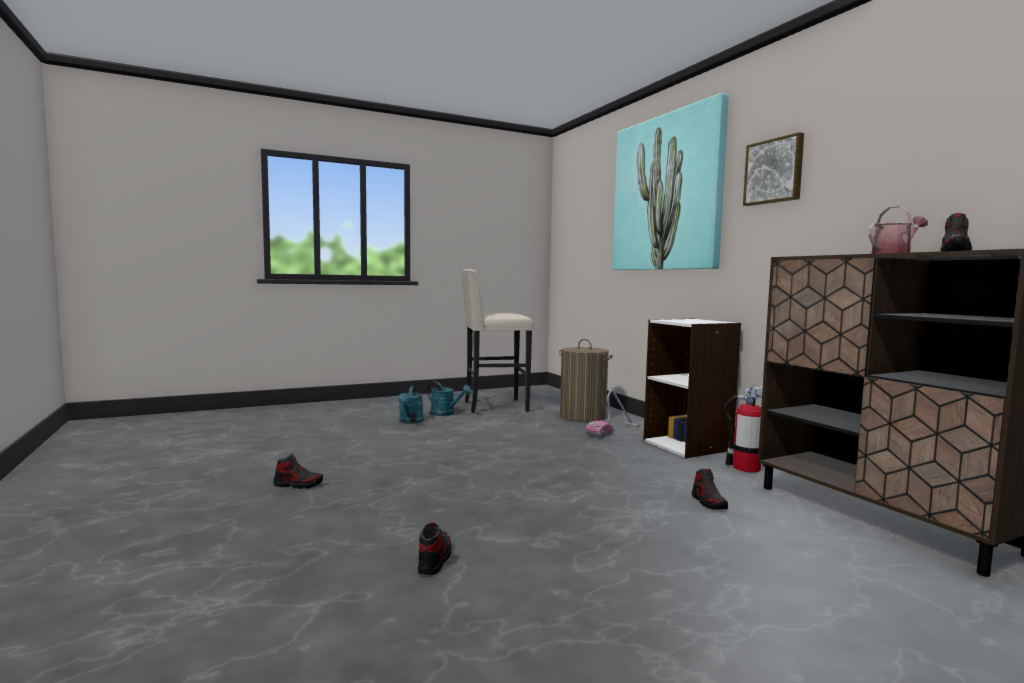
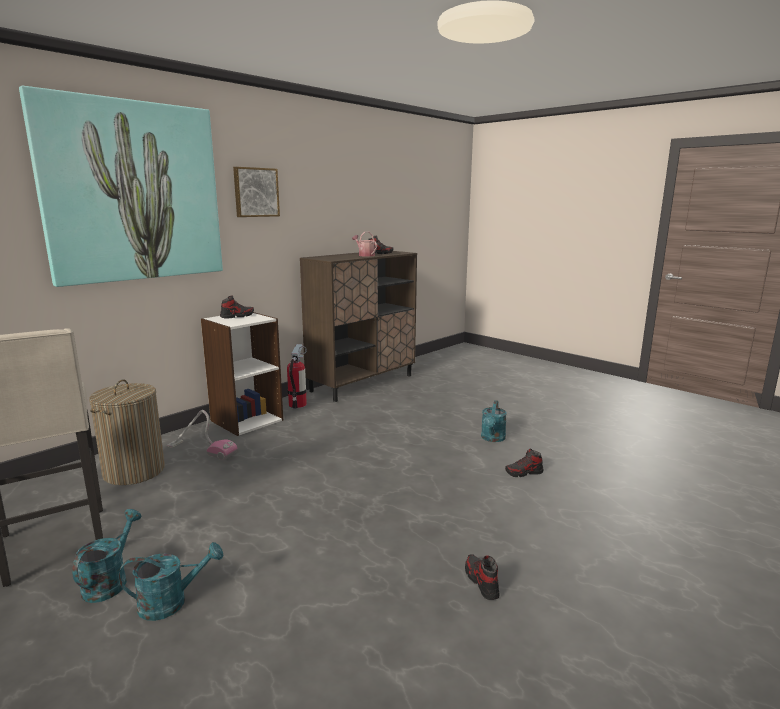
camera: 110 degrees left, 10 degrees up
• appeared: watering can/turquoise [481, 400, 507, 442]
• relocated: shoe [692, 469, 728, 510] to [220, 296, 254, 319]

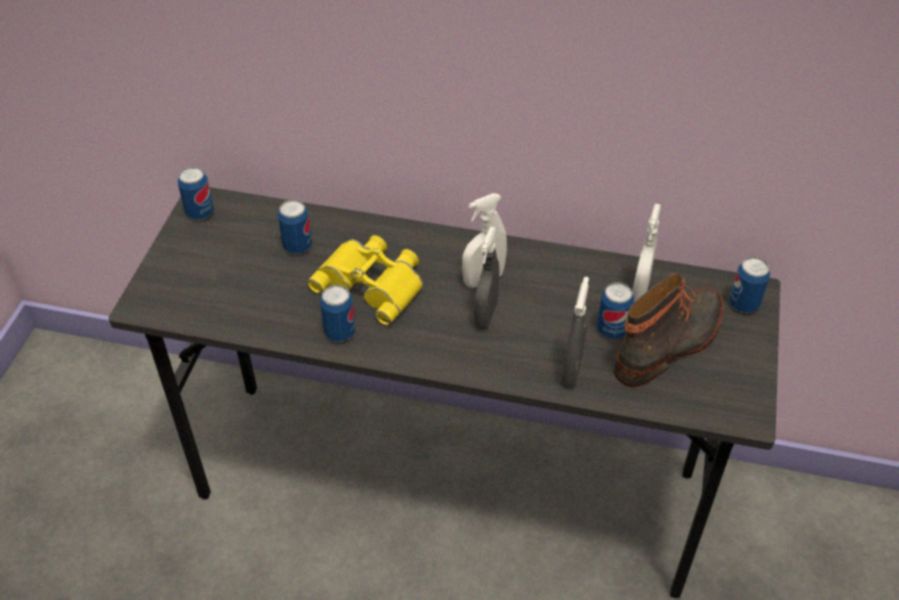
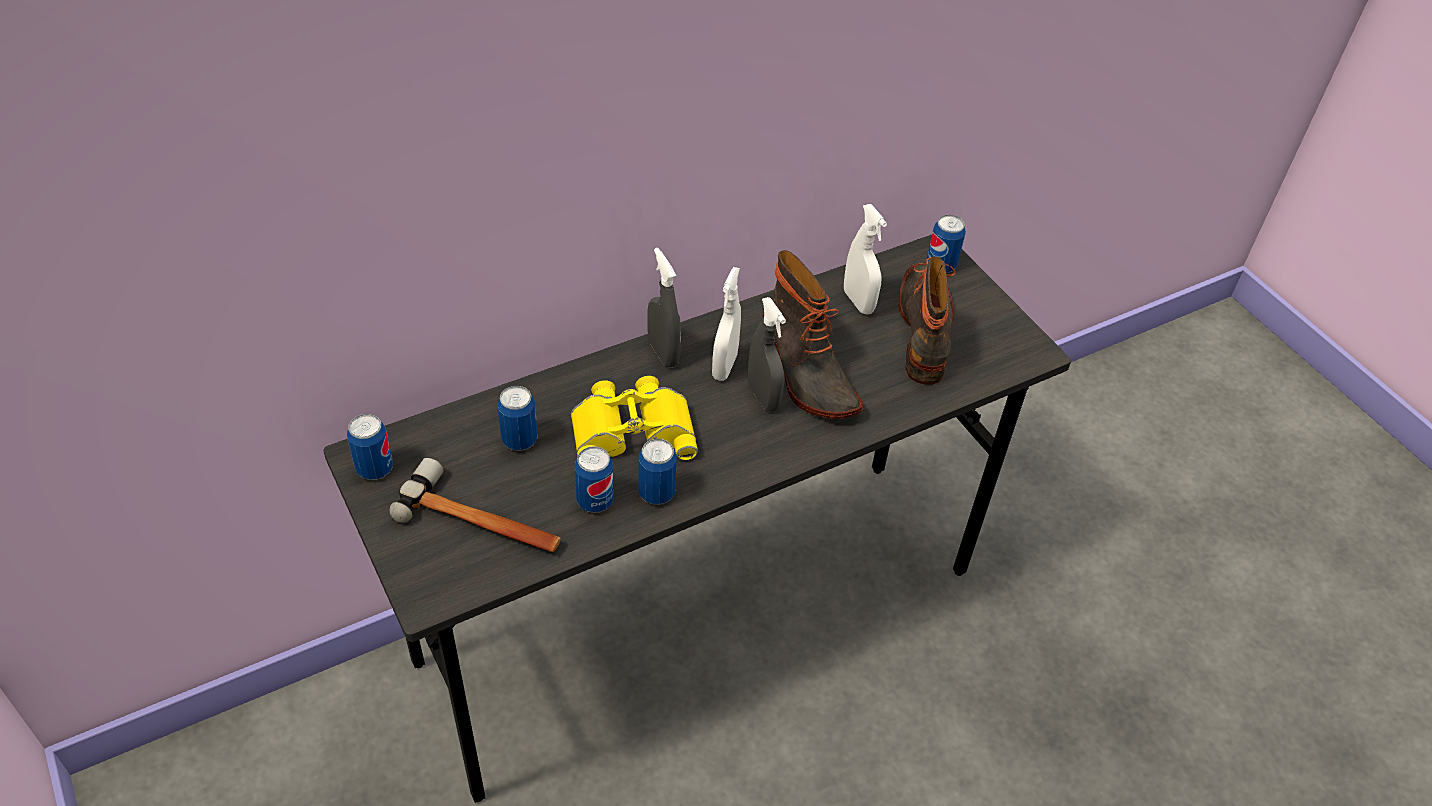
camera: 45 degrees left, 0 degrees up
• appeared: hammer [389, 458, 561, 552]
• appeared: boot [762, 250, 863, 419]
• relocated: spray bottle/grey [561, 277, 589, 389] to [648, 248, 681, 368]
• relocated: can [597, 282, 634, 339] to [575, 446, 614, 513]

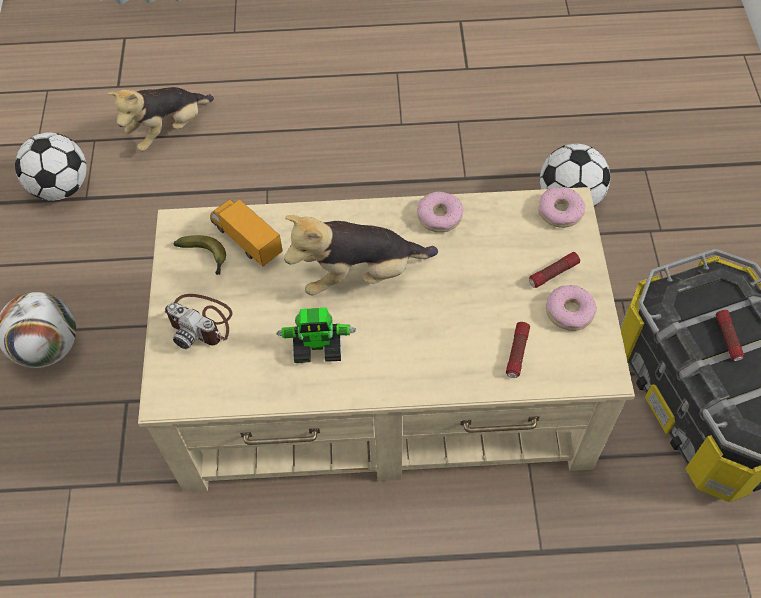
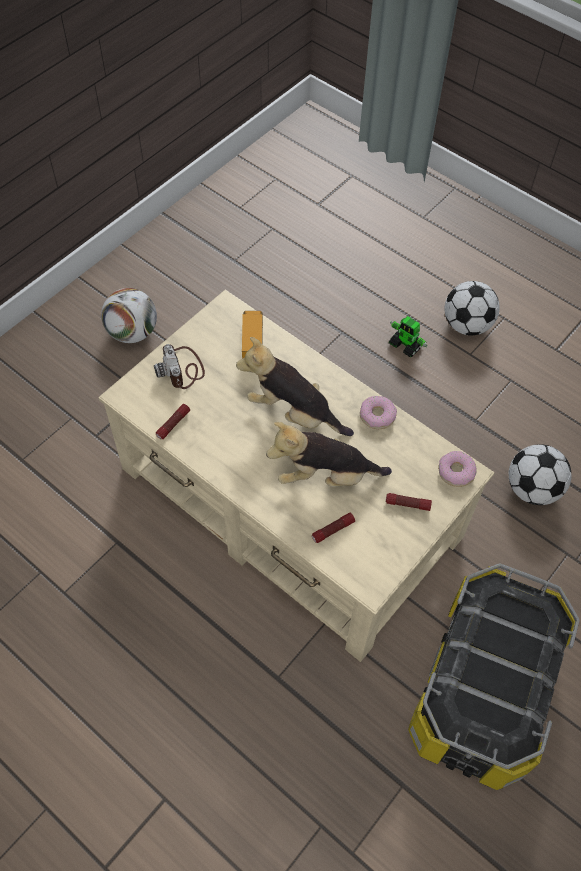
camera: 40 degrees right, 0 degrees up
• missing: banana [173, 235, 226, 275]
• missing: donut [546, 285, 597, 331]
• relocated: football [15, 132, 87, 201] to [445, 281, 500, 335]
• relocated: plush toy [107, 87, 214, 152] to [266, 422, 392, 487]
• relocated: toy robot [276, 308, 356, 363] to [389, 316, 427, 358]
• relocated: flashlight [716, 310, 744, 361] to [156, 404, 190, 439]

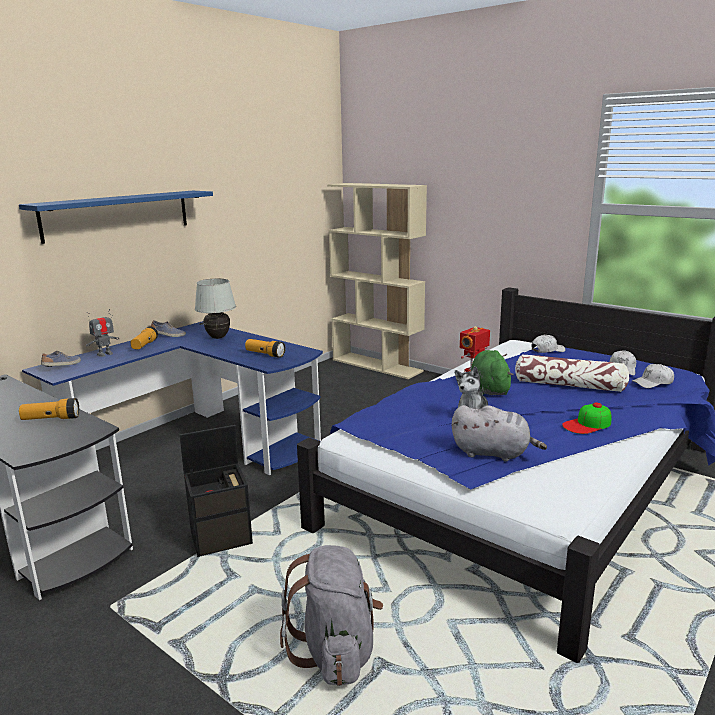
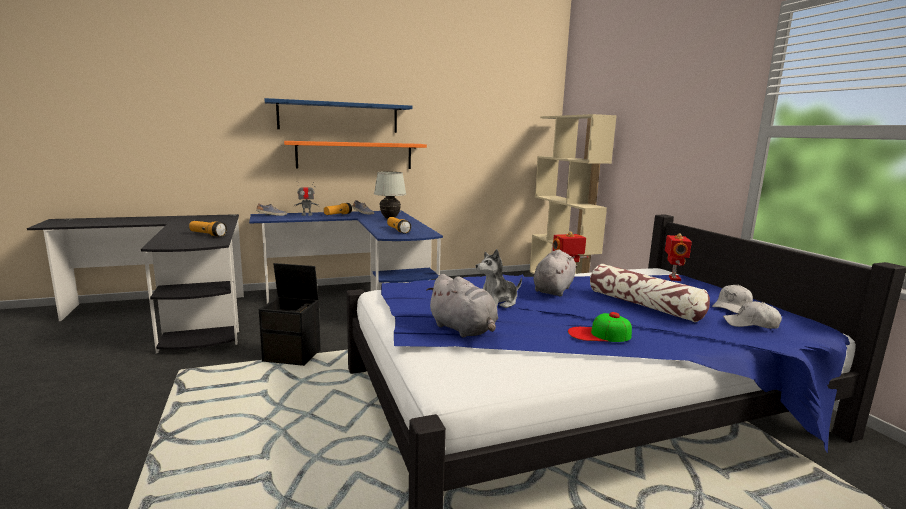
camera: 30 degrees right, 5 degrees down
• missing: backpack/grey [280, 545, 383, 686]
• appeared: shelf/orange [284, 141, 427, 169]
• exchanged: cap/white [532, 335, 565, 353] to toy robot [665, 233, 692, 281]
• colour: plush toy/green [471, 350, 514, 395] to plush toy/grey [533, 249, 577, 297]

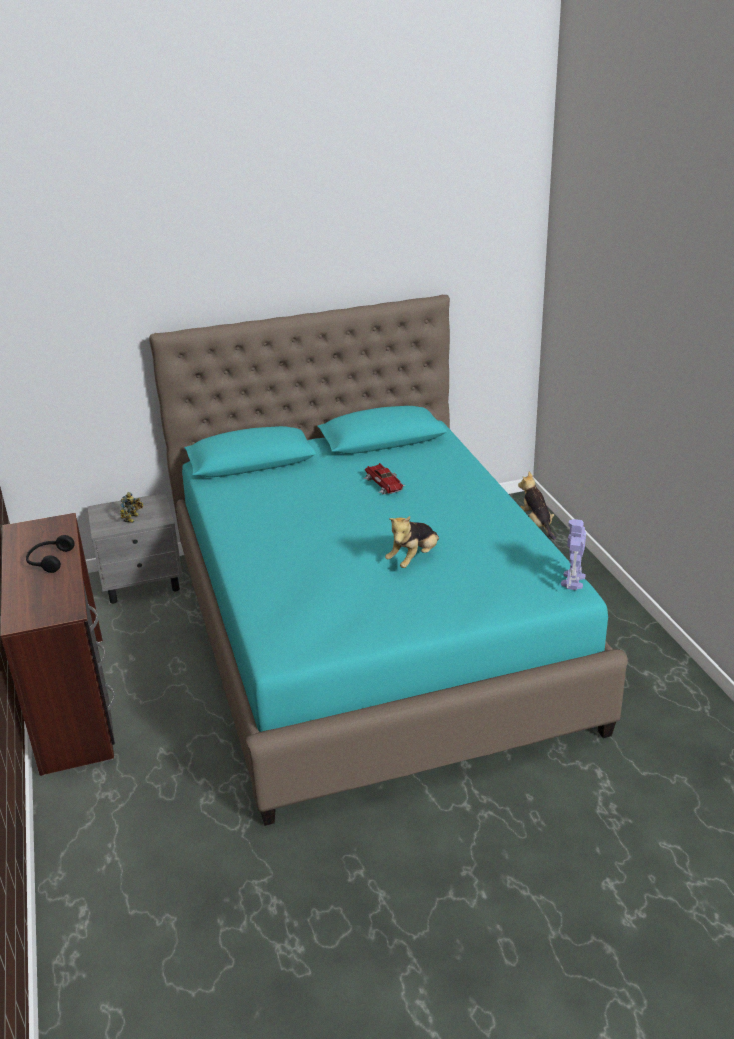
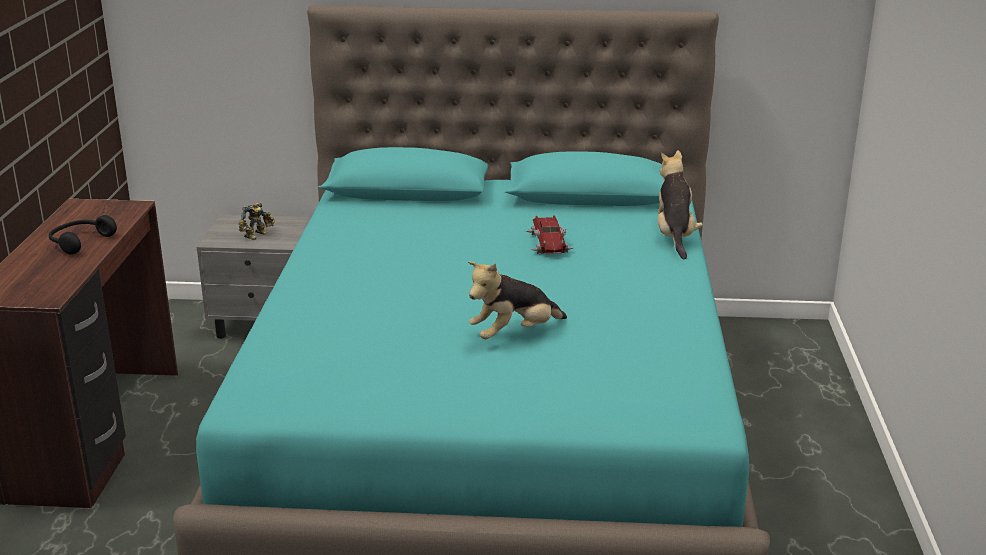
camera: 20 degrees right, 5 degrees down
• missing: toy robot [561, 519, 586, 590]
• relocated: plush toy [518, 472, 556, 540] to [657, 150, 703, 259]

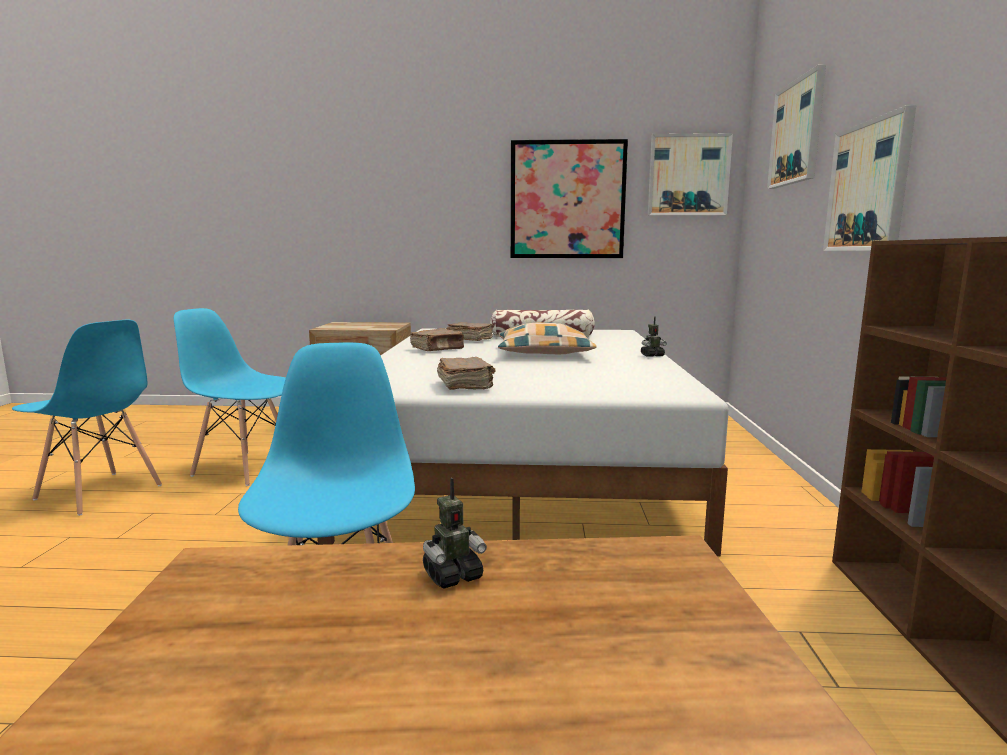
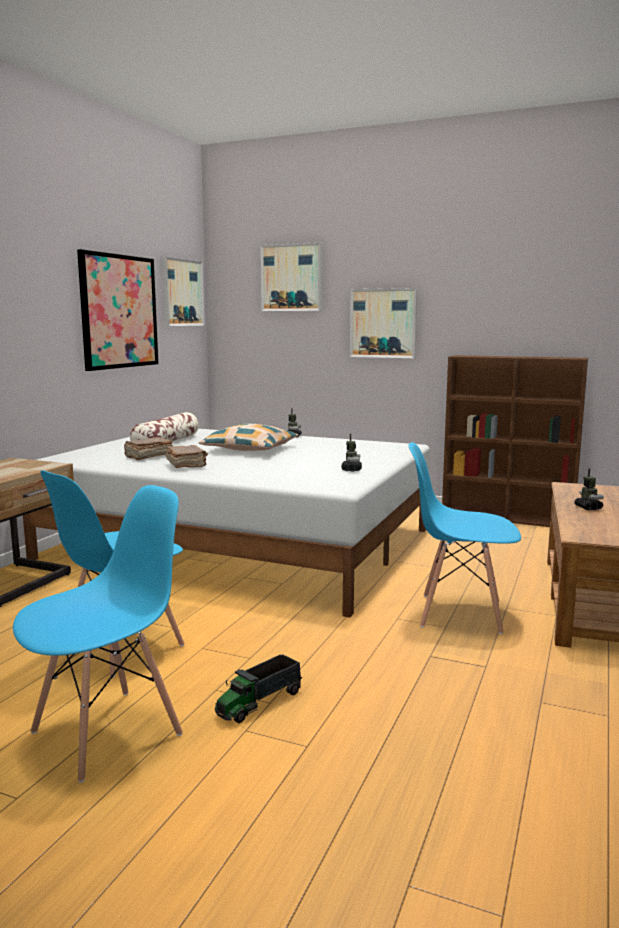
camera: 70 degrees left, 0 degrees up
• appeared: toy truck [215, 654, 302, 723]
• exchanged: book/brown [437, 357, 495, 390] to toy robot [341, 434, 362, 471]

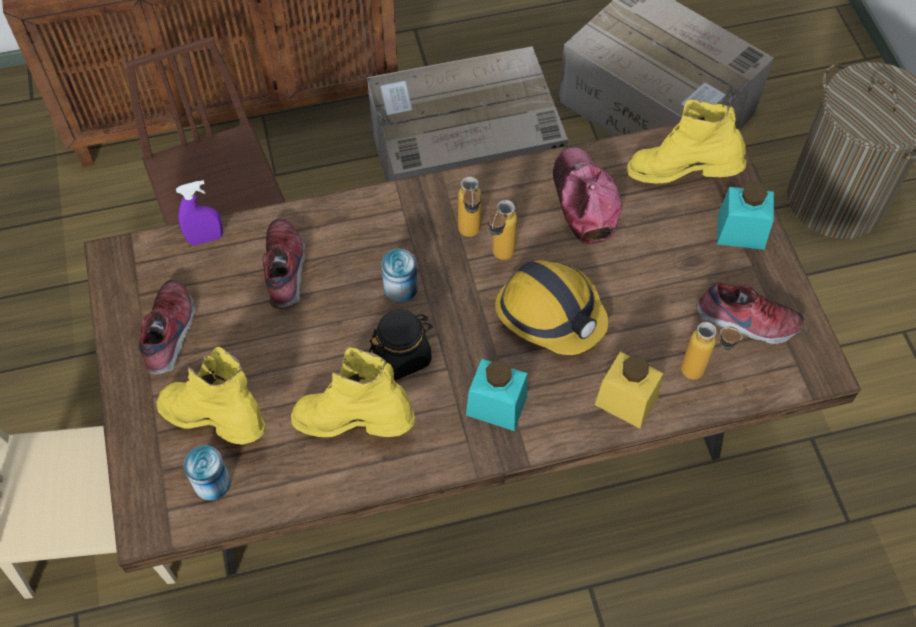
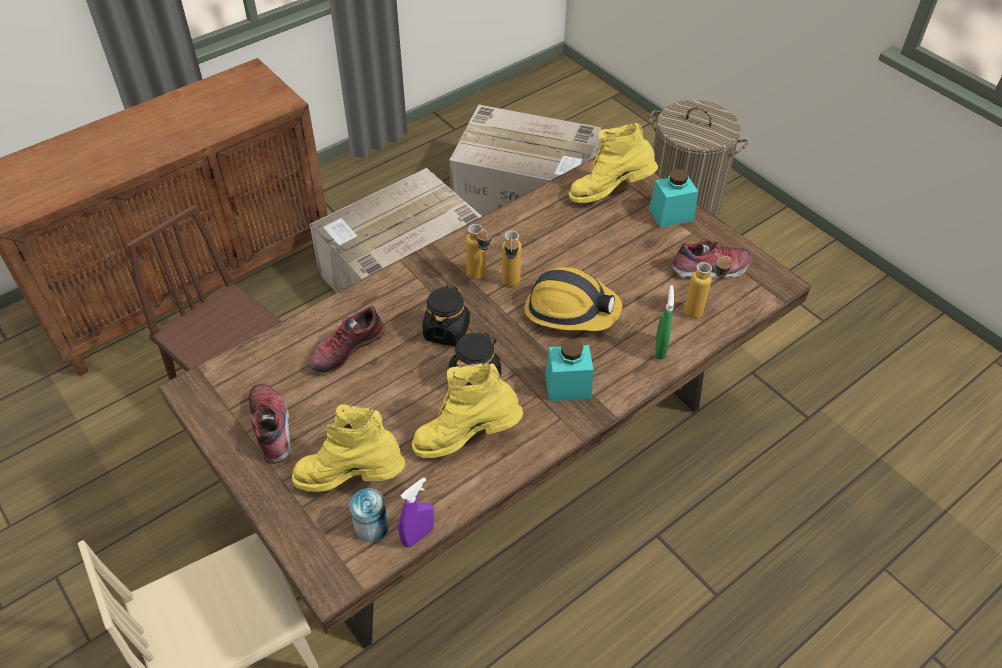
camera: 25 degrees left, 10 degrees down
• missing: cap [553, 148, 622, 245]
• relocated: spray bottle/purple [176, 180, 223, 245] to [398, 477, 434, 547]
• exchanged: can [381, 249, 418, 302] to jar/black [422, 285, 470, 346]
• exchanged: jar/yellow [595, 352, 663, 428] to spray bottle/green [656, 285, 674, 360]
• spun: shoe [262, 219, 305, 309] = [309, 306, 385, 374] 105 degrees counterclockwise

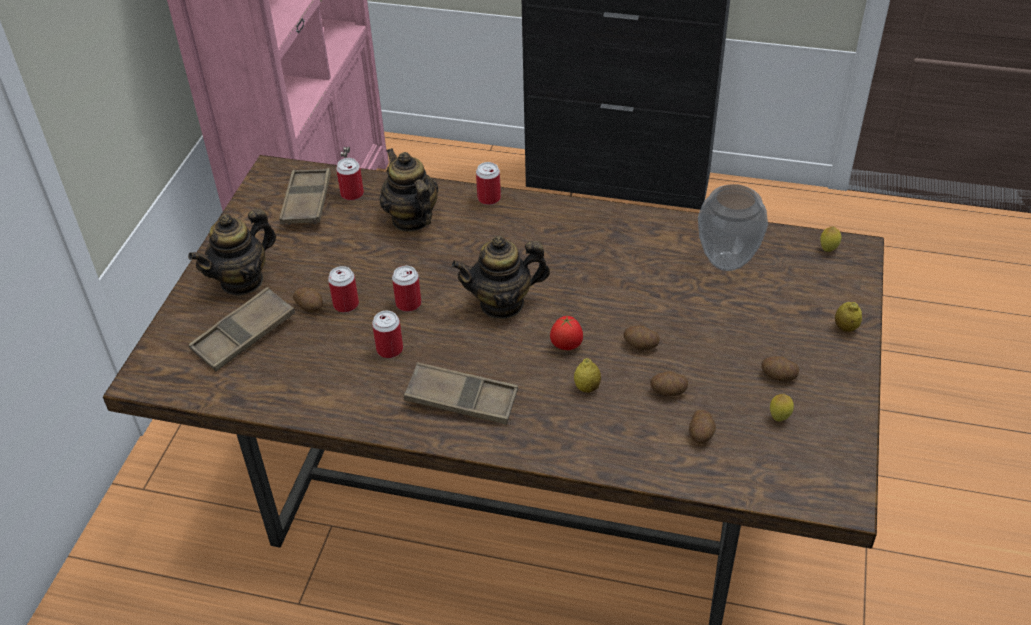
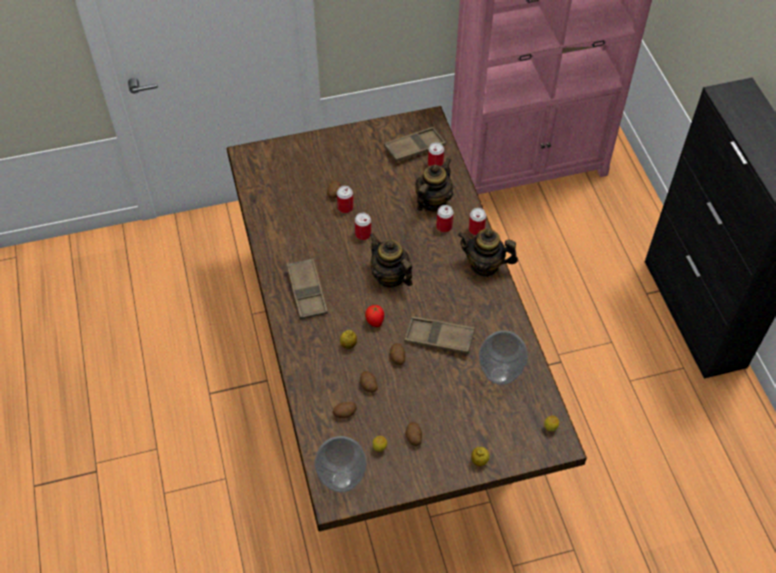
camera: 60 degrees right, 10 degrees up
• appeared: vase [314, 436, 367, 492]
• relocated: teapot [188, 208, 276, 296] to [458, 229, 518, 277]
• relocated: tray/brown [189, 287, 295, 371] to [404, 317, 475, 354]
• relocated: can [372, 311, 403, 358] to [436, 205, 454, 233]

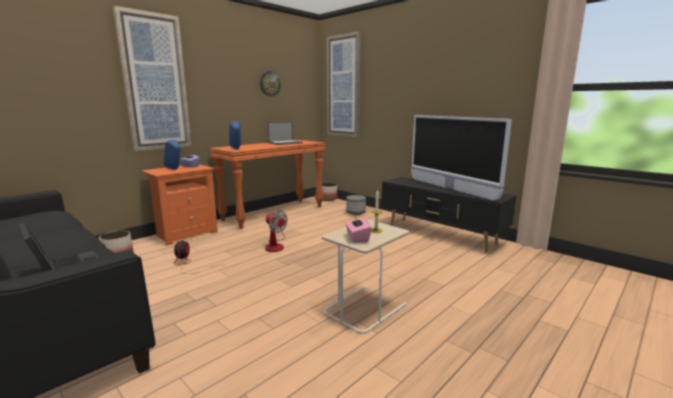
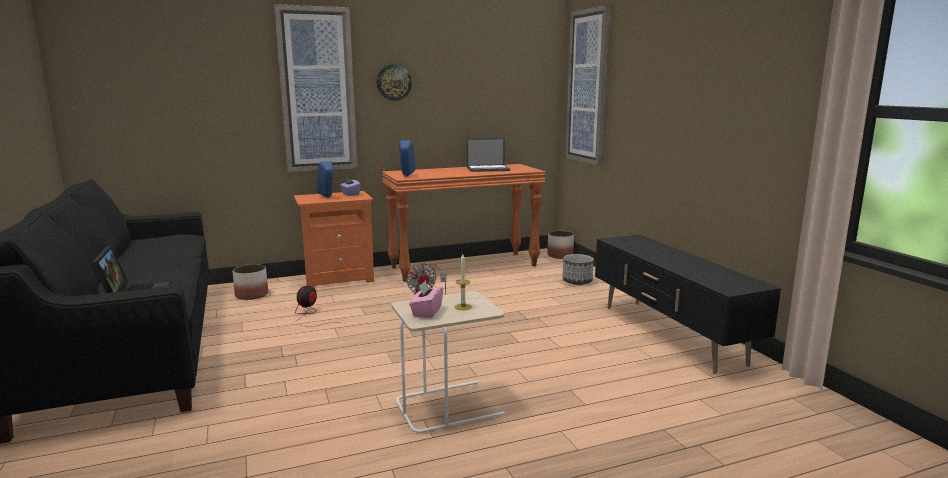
camera: 25 degrees right, 0 degrees up
• missing: television [411, 115, 512, 201]
• relocated: wall clock [260, 71, 281, 96] to [377, 64, 412, 101]

